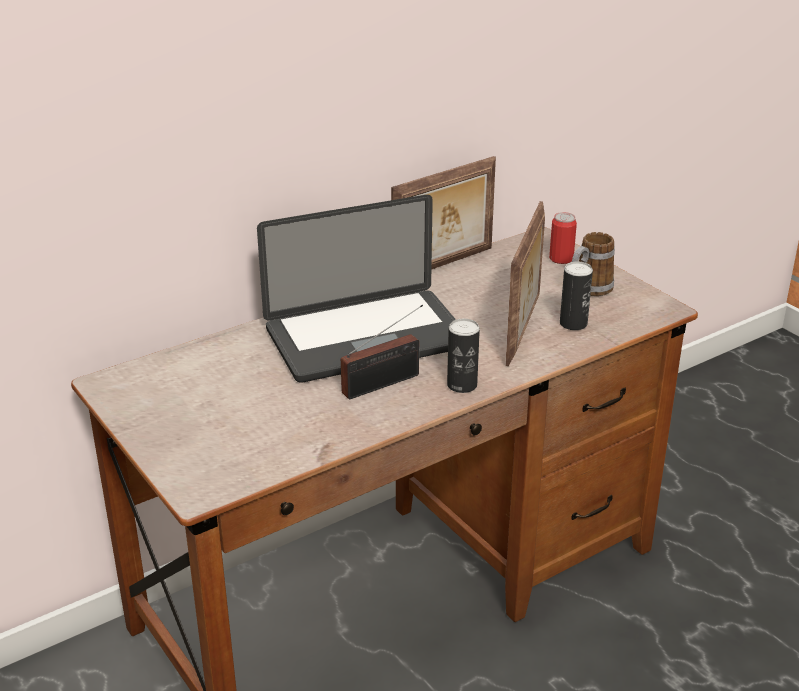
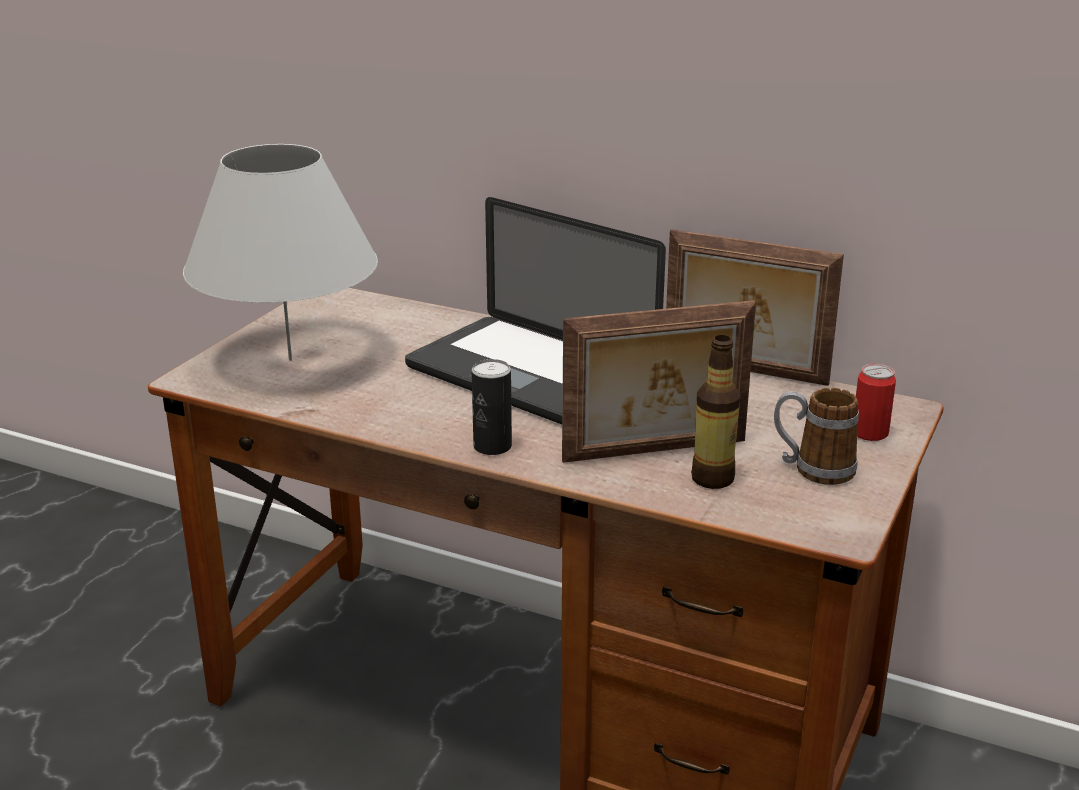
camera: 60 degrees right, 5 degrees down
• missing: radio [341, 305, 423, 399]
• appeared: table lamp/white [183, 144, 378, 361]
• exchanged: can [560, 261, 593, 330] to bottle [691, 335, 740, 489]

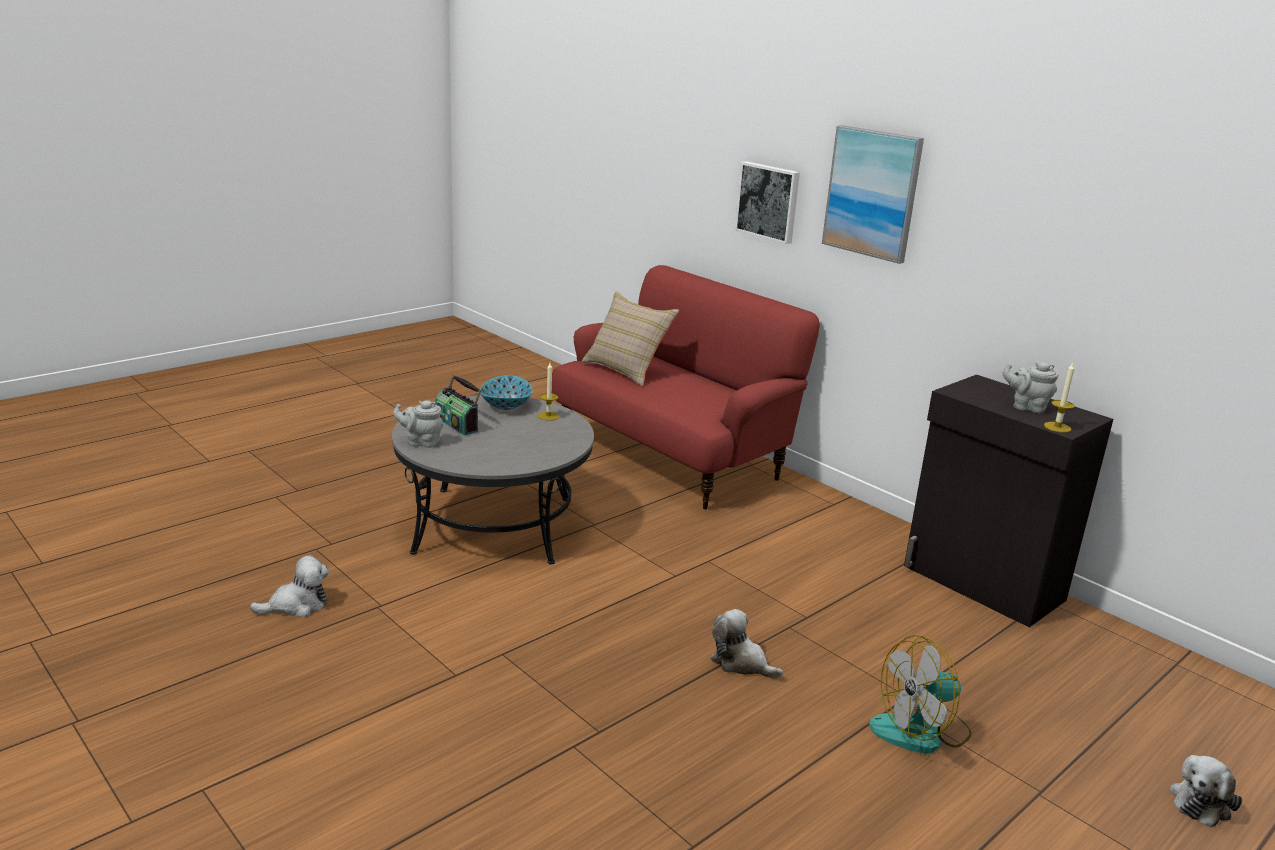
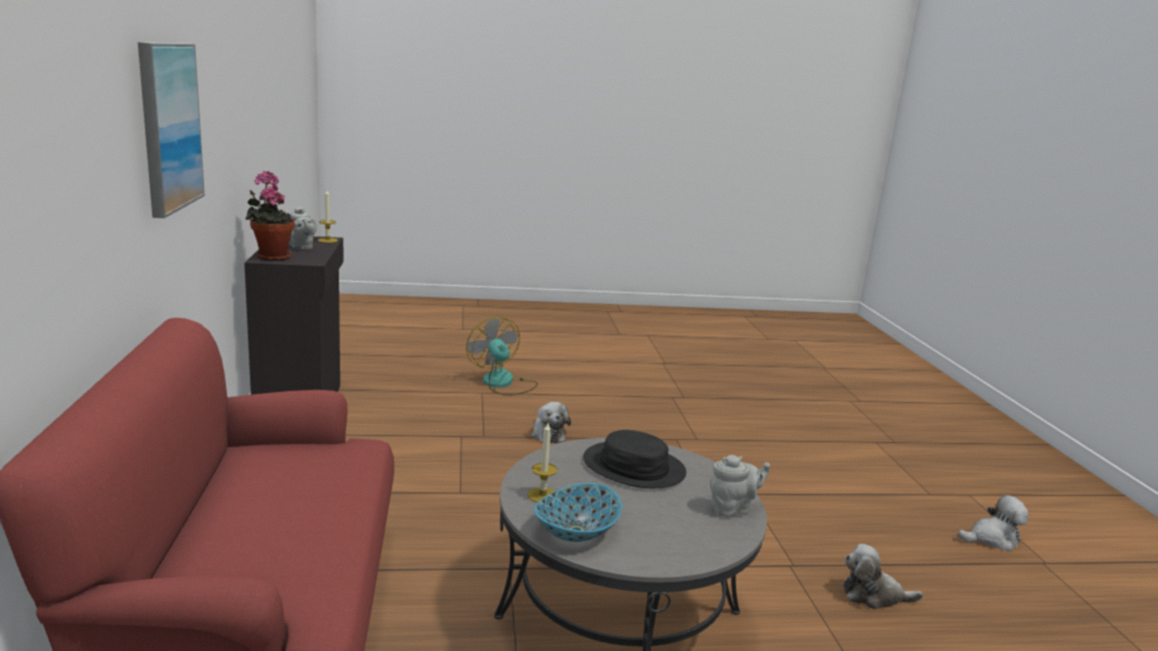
camera: 145 degrees left, 5 degrees down
• missing: radio [436, 375, 481, 435]
• missing: pillow/beige [581, 291, 679, 386]
• missing: picture [735, 161, 800, 244]
• appeared: potted plant [245, 171, 295, 261]
• appeared: hat/black [583, 430, 686, 488]
• relocated: plush toy [1170, 755, 1242, 827] to [958, 495, 1028, 551]
• spun: teapot/grey [393, 400, 443, 448] = [710, 455, 770, 517] 60 degrees counterclockwise
• spun: fan [869, 635, 972, 754] = [466, 317, 538, 396] 135 degrees counterclockwise

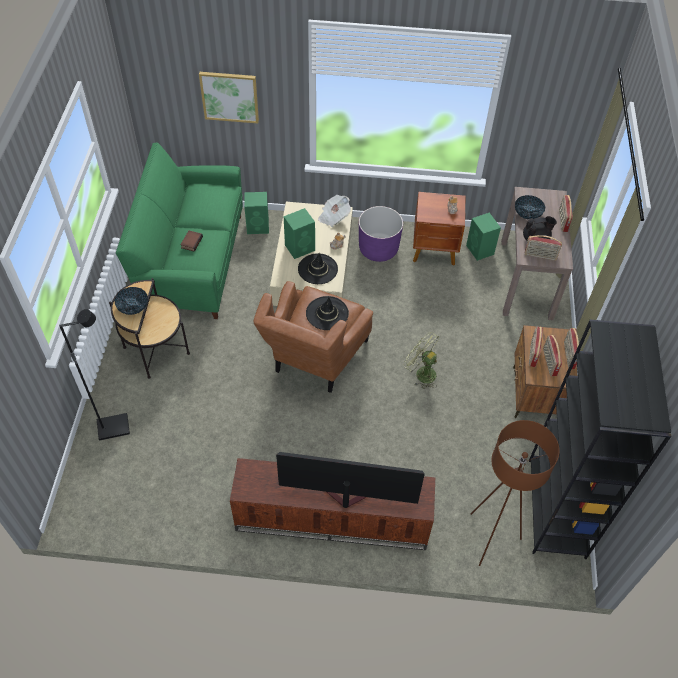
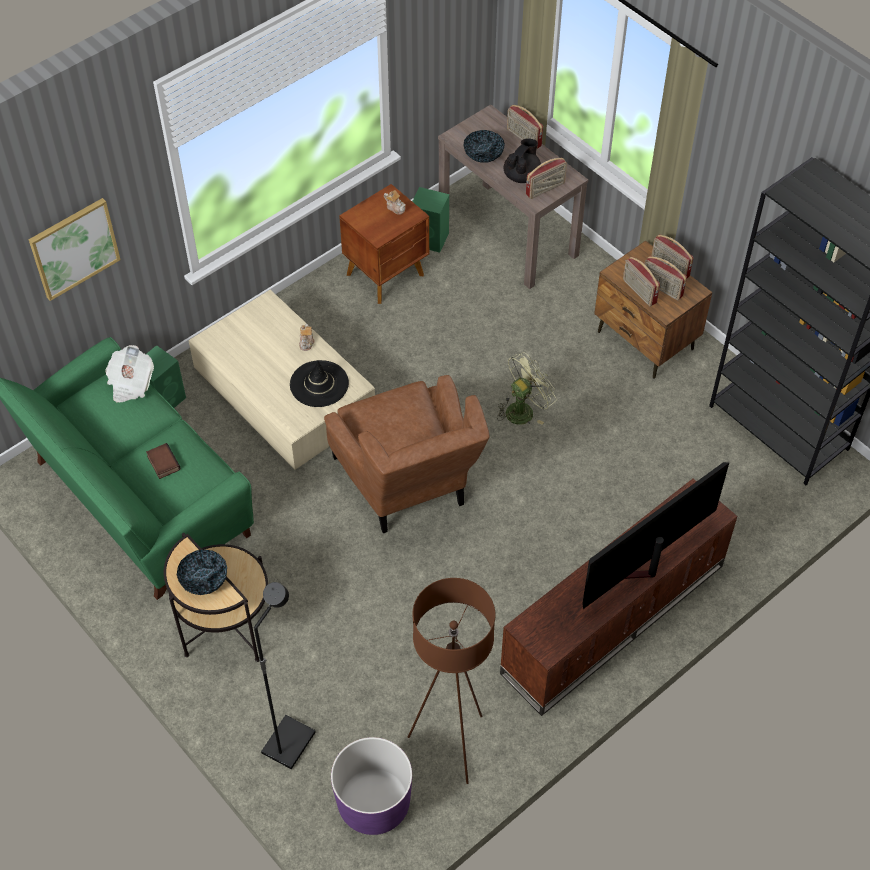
camera: 45 degrees left, 0 degrees up
• missing: speaker/green [284, 208, 315, 259]
• missing: hat/black [306, 296, 349, 330]
• relocated: newspaper [318, 195, 351, 227] to [105, 345, 154, 403]
• relocated: planter/purple [359, 206, 403, 262] to [331, 737, 412, 835]
• relocated: floor lamp/brown [470, 420, 560, 566] to [408, 578, 496, 784]
• spun: fan/green [404, 332, 440, 389] = [497, 352, 557, 425] 150 degrees clockwise

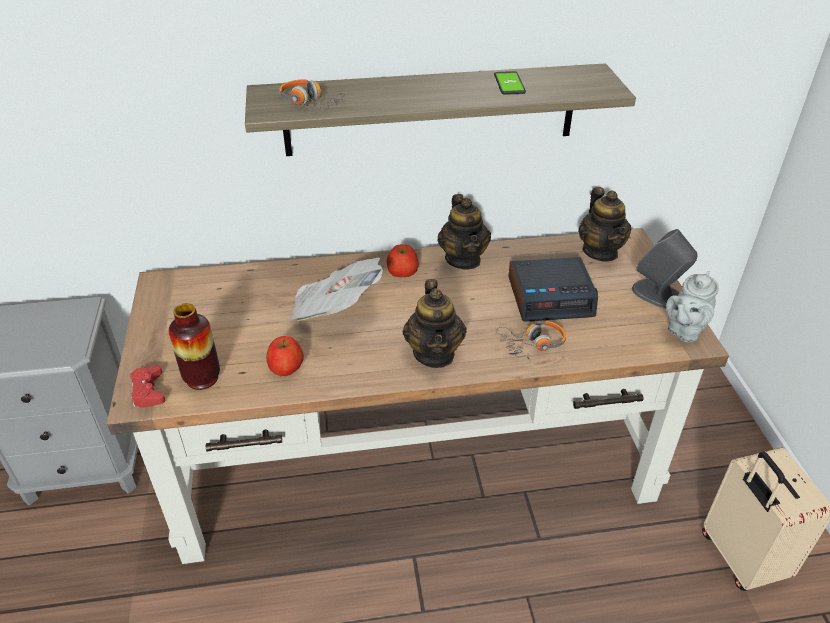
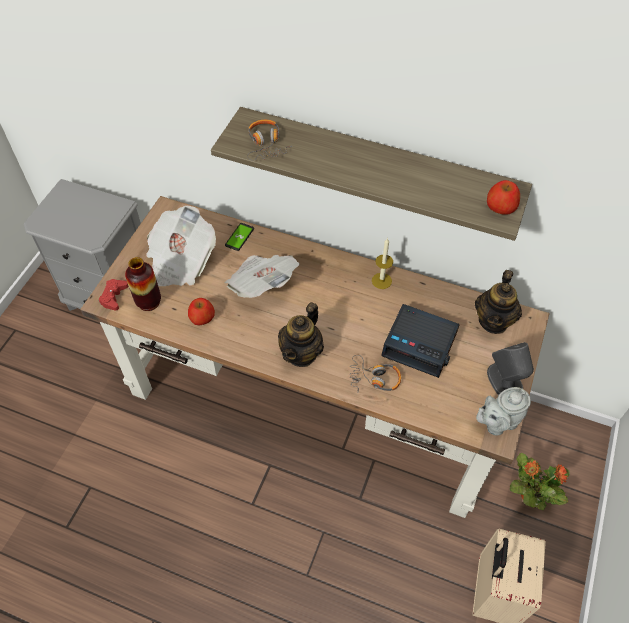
camera: 30 degrees right, 15 degrees up
• appeared: newspaper [146, 206, 216, 286]
• appeared: potted plant [510, 453, 570, 510]
• relocated: apple [387, 244, 418, 277] to [487, 180, 520, 215]
• relocated: phone [494, 71, 526, 95] to [225, 223, 254, 251]
• exchanged: teapot [437, 194, 491, 270] to candle [372, 238, 393, 289]

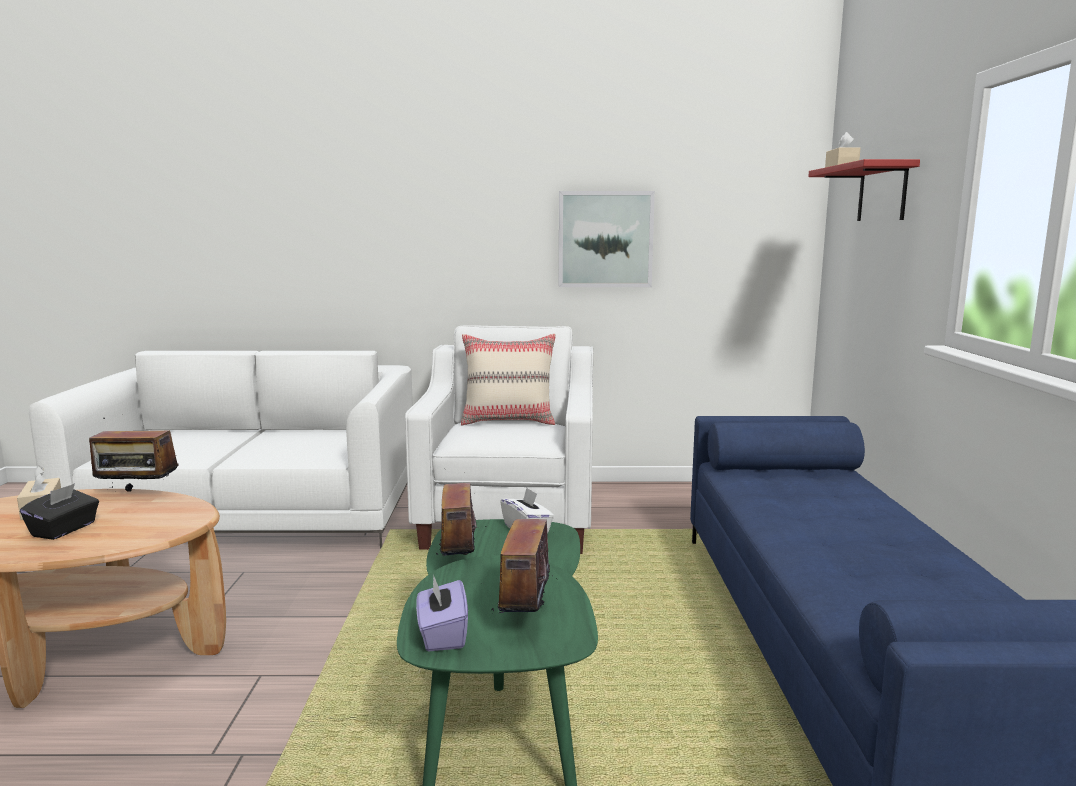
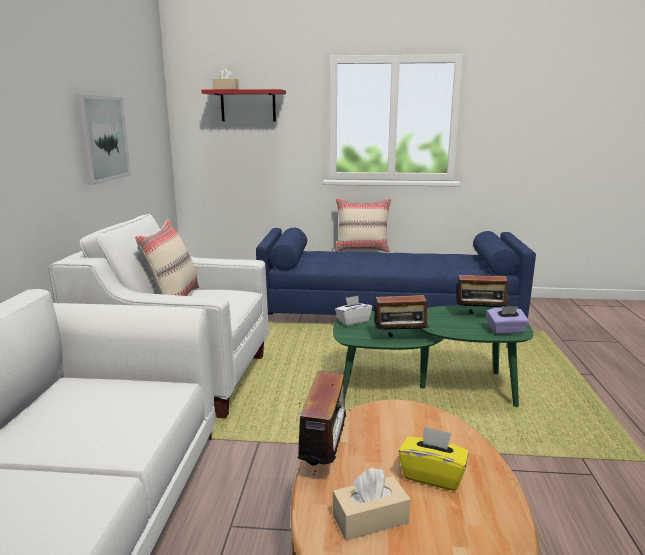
camera: 85 degrees left, 5 degrees up
• appeared: pillow/beige [335, 198, 391, 252]
• colour: tissue box/black [20, 483, 99, 540] to tissue box/yellow [399, 426, 469, 491]

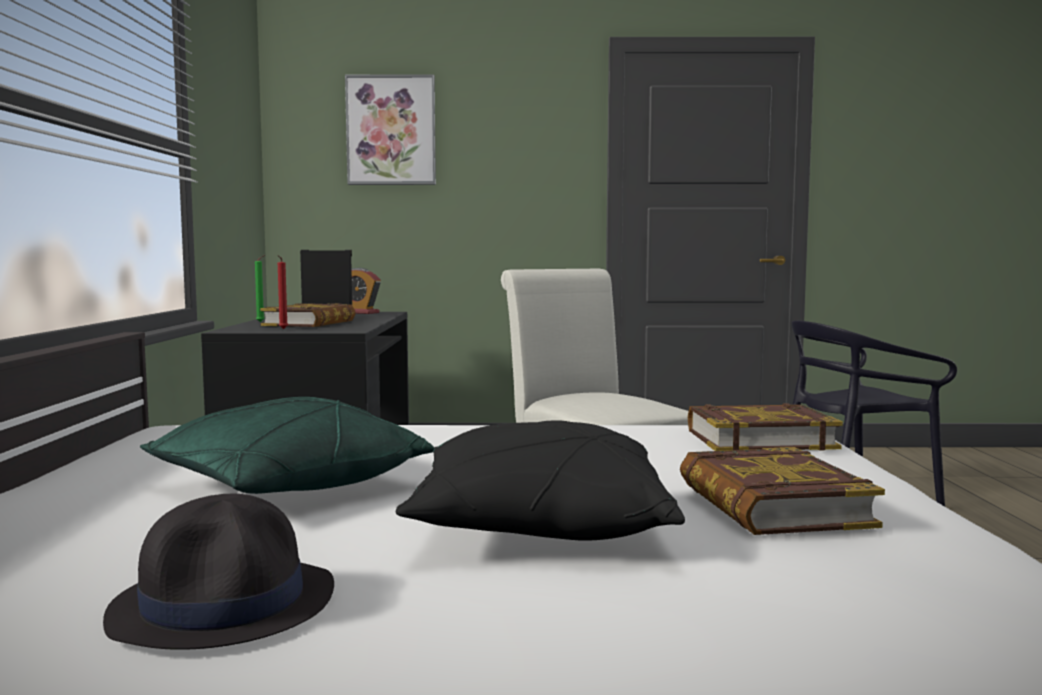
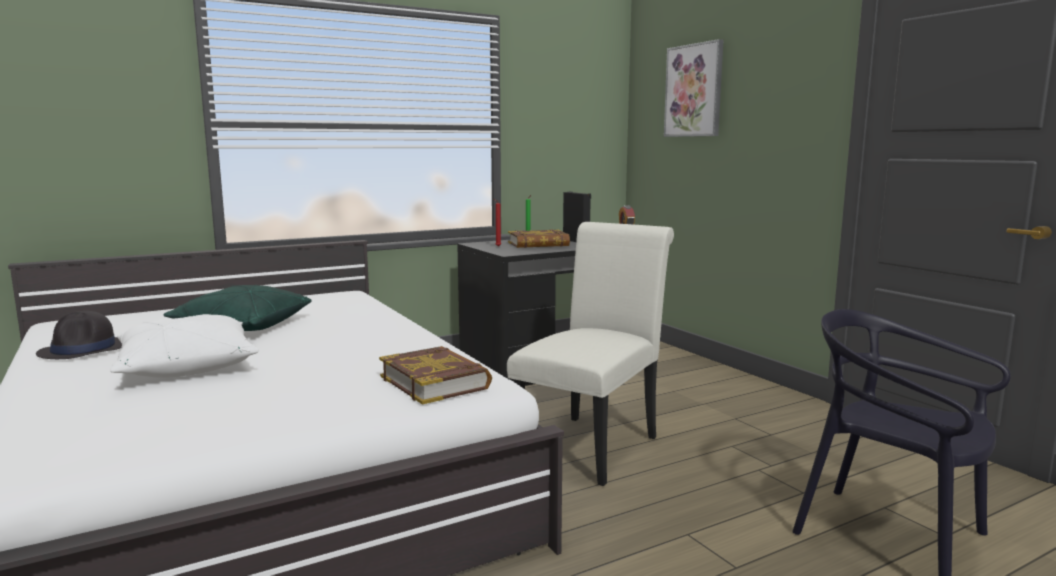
camera: 60 degrees right, 5 degrees up
• missing: book [680, 447, 885, 535]
• colour: pillow/black [396, 421, 685, 541] to pillow/white [110, 314, 259, 378]

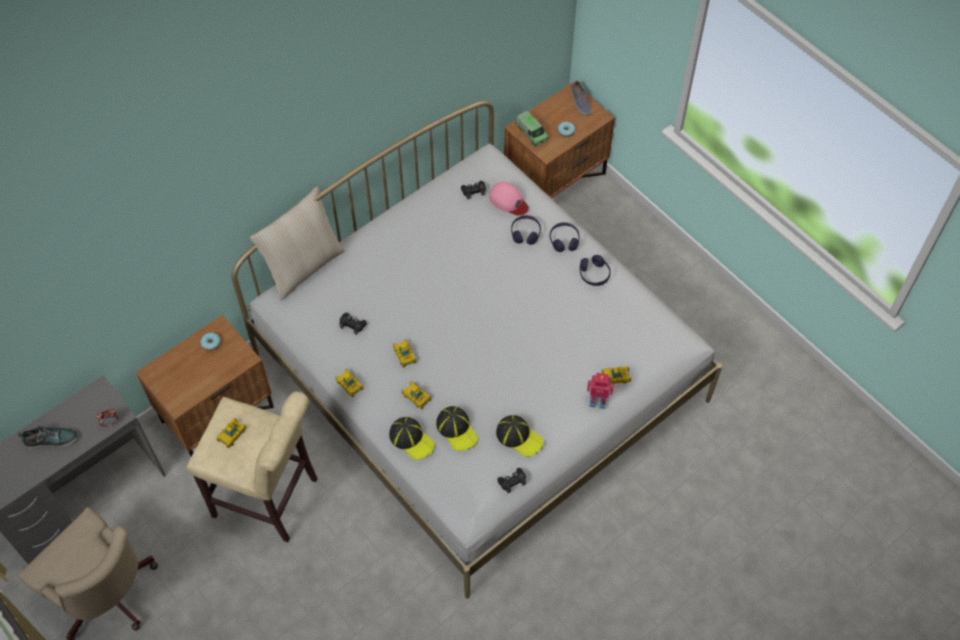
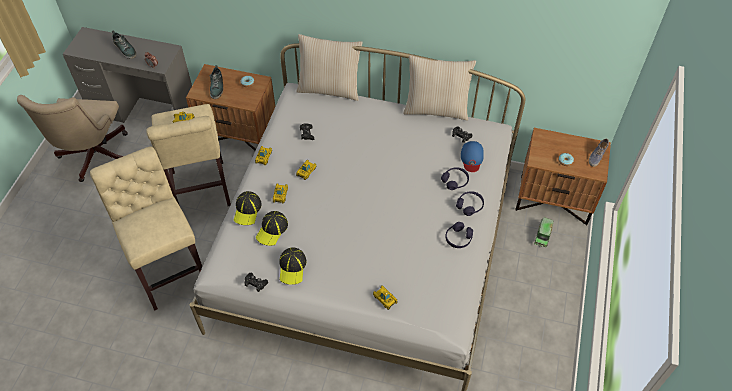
camera: 55 degrees right, 5 degrees down
• missing: toy robot [587, 373, 614, 409]
• appeared: stool/beige [90, 146, 203, 311]
• appeared: shoe [210, 65, 223, 99]
• appeared: pillow/beige [403, 55, 476, 120]
• relocated: toy truck [515, 111, 549, 147] to [534, 217, 554, 247]
• colour: cap/pink [489, 182, 529, 216] to cap/blue [461, 141, 484, 172]

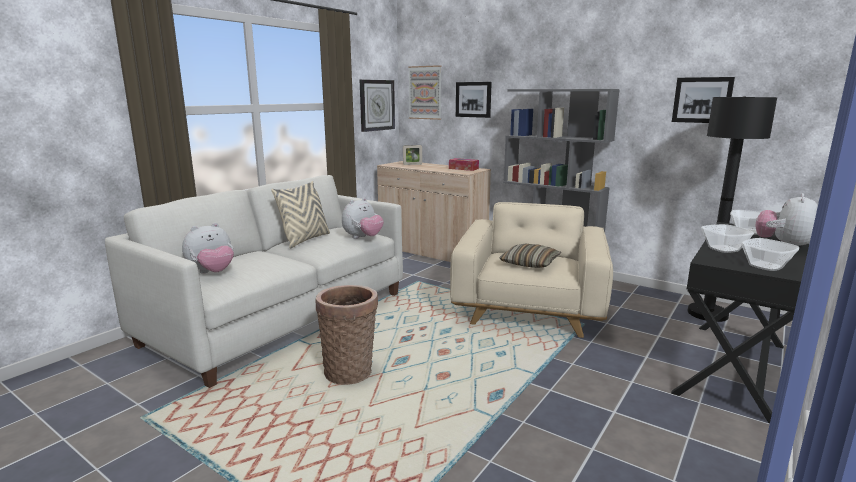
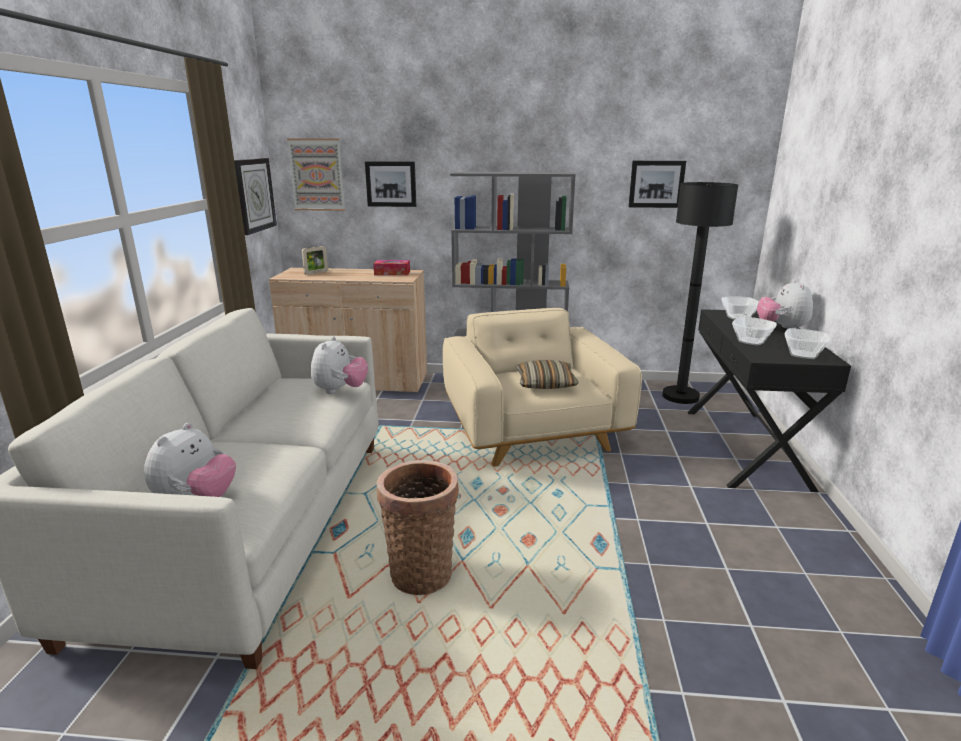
camera: 30 degrees left, 5 degrees up
• missing: pillow/beige [271, 181, 330, 248]

